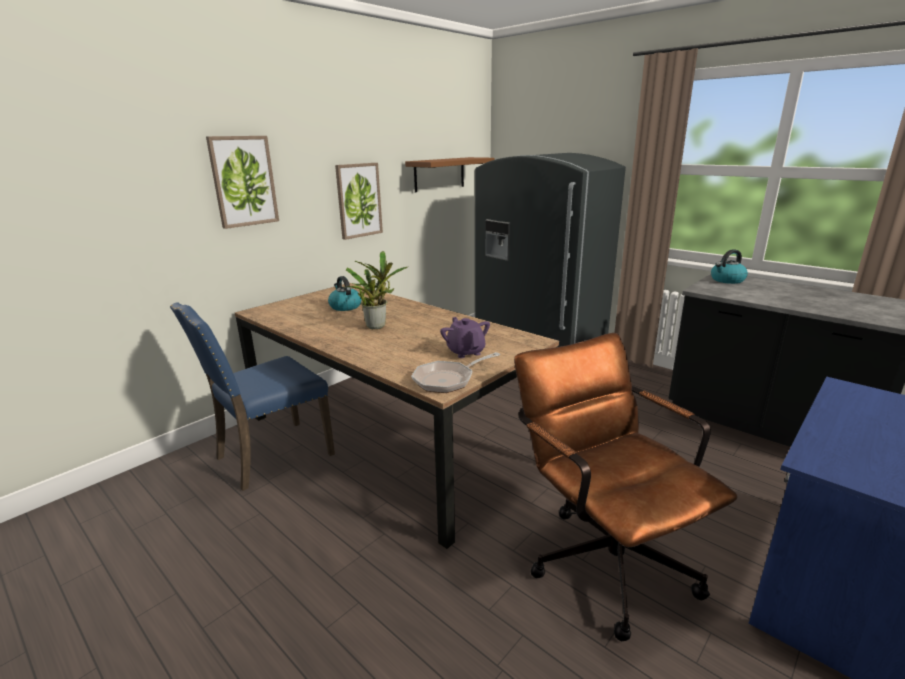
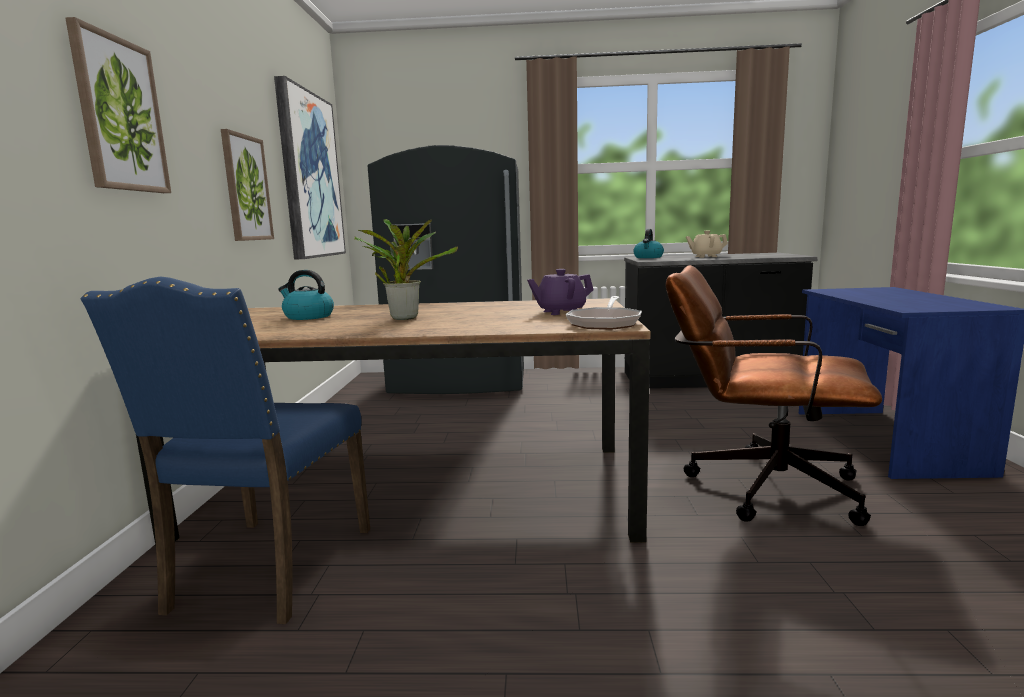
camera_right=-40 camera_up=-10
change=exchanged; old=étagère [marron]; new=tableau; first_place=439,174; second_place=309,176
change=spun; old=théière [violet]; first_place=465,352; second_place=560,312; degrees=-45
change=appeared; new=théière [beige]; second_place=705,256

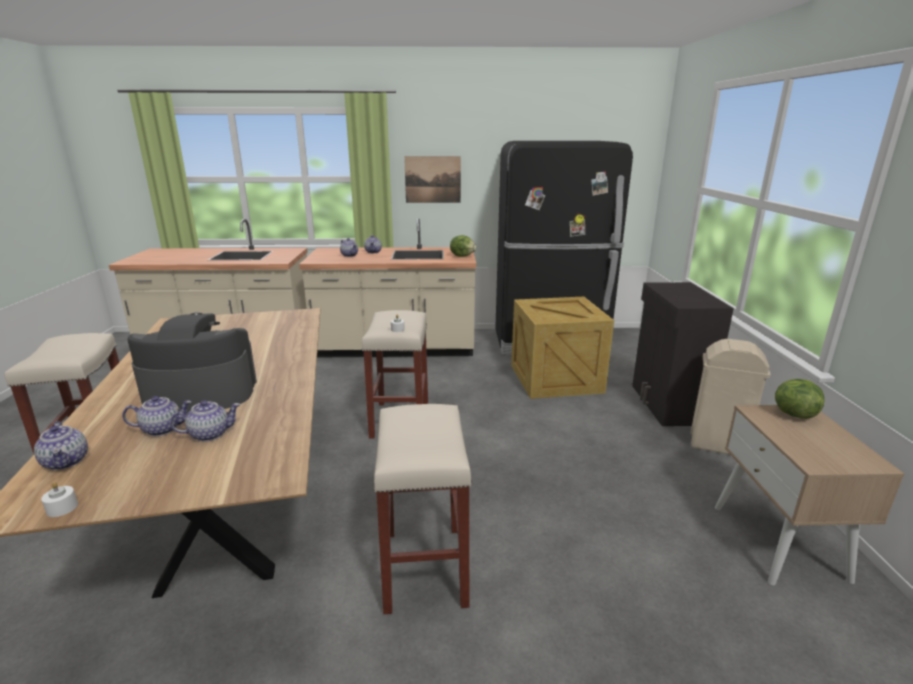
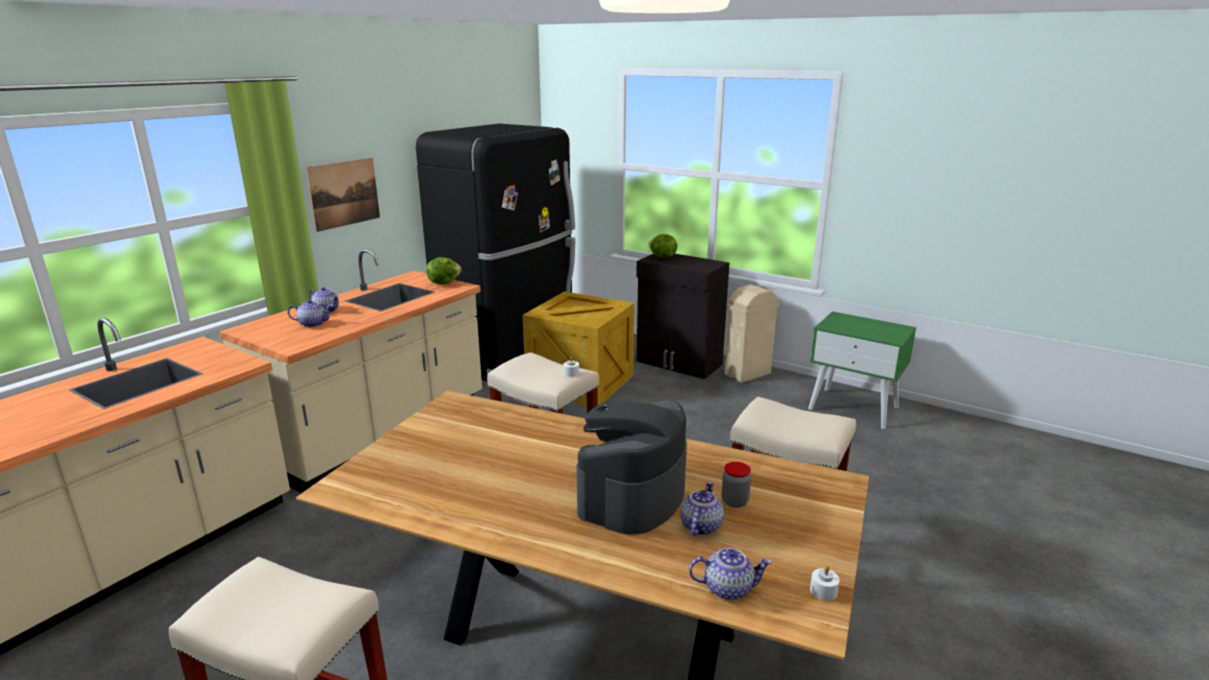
camera_right=-55 camera_up=0
change=relocated; old=laitue; first_place=792,414; second_place=662,257
change=exchanged; old=théière; new=bocal; first_place=210,434; second_place=734,501
change=colour; old=table de chevet [beige]; new=table de chevet [vert]; first_place=779,542; second_place=854,408

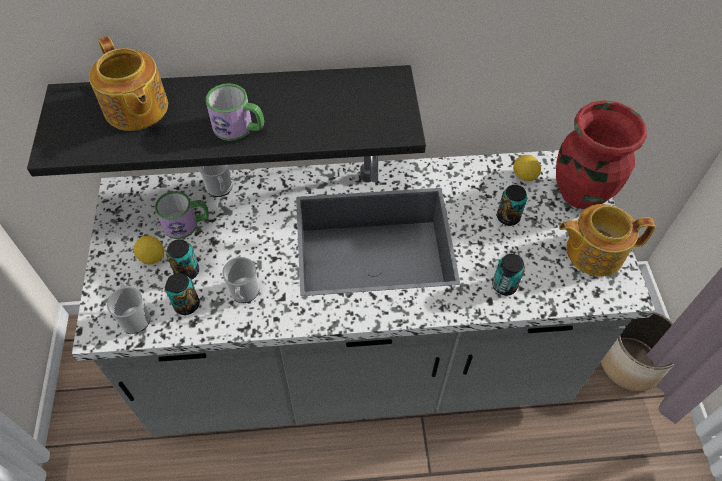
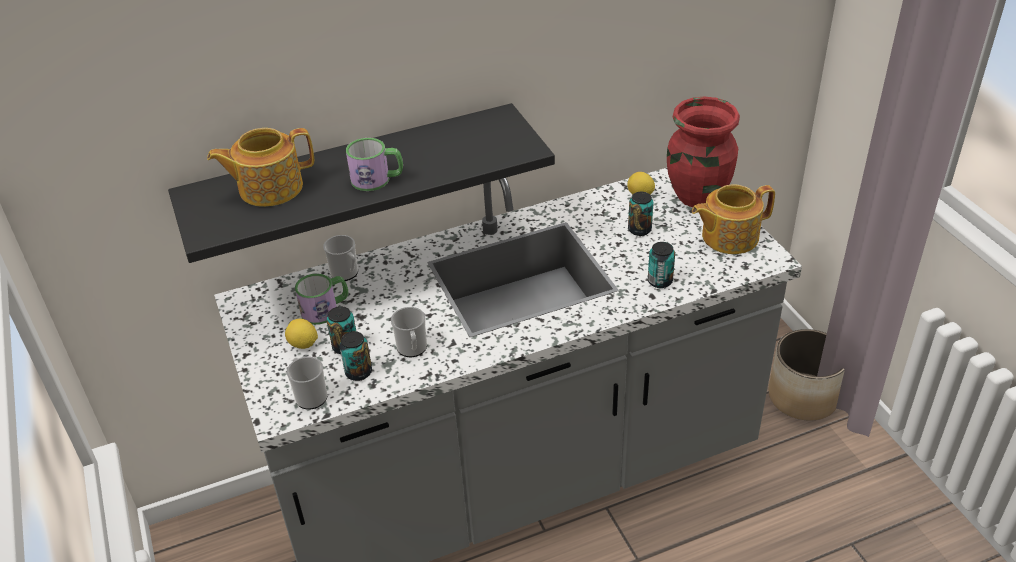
camera_right=-15 camera_up=-15
change=spun; old=théière; first_place=136,109; second_place=269,188; degrees=120

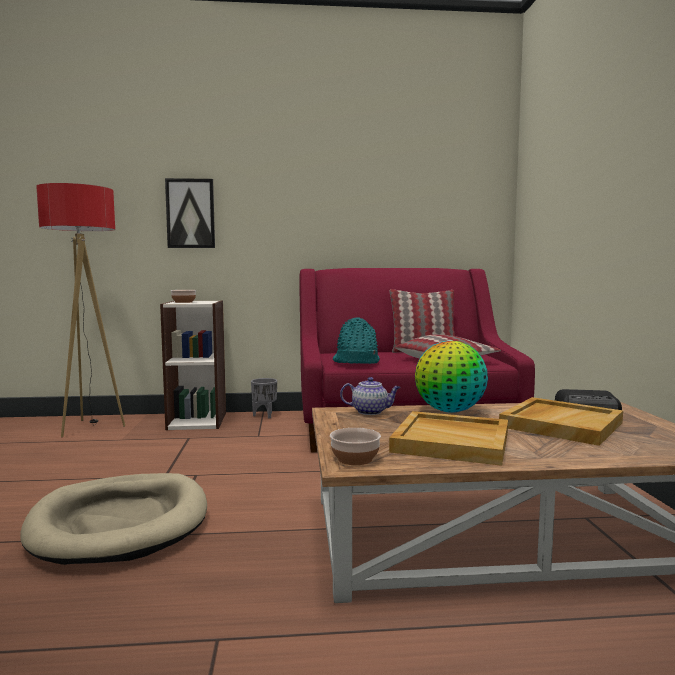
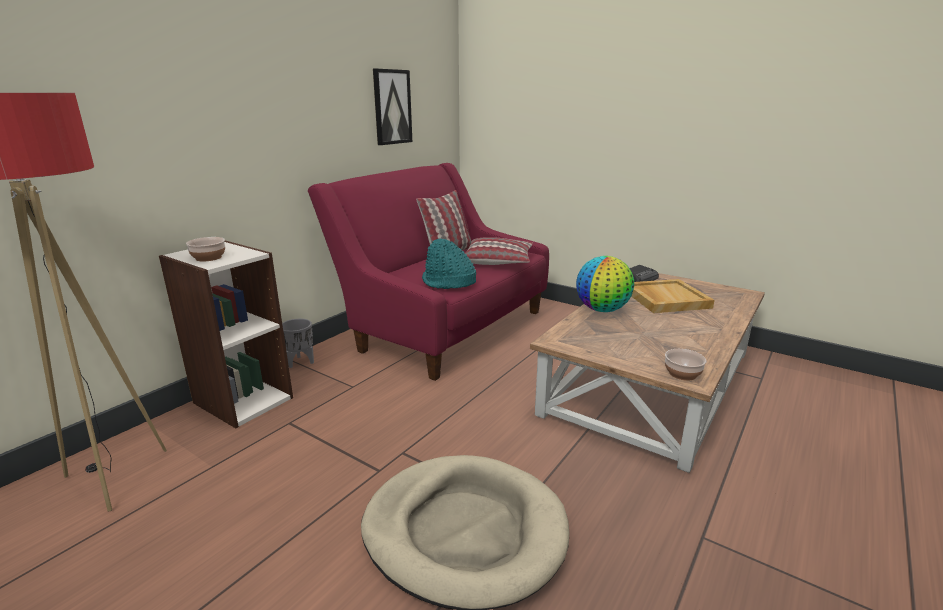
camera_right=-50 camera_up=15
change=relocated; old=tableau; first_place=190,213; second_place=392,107
change=missing; old=théière; first_place=370,412
change=missing; old=plateau [beige]; first_place=452,442

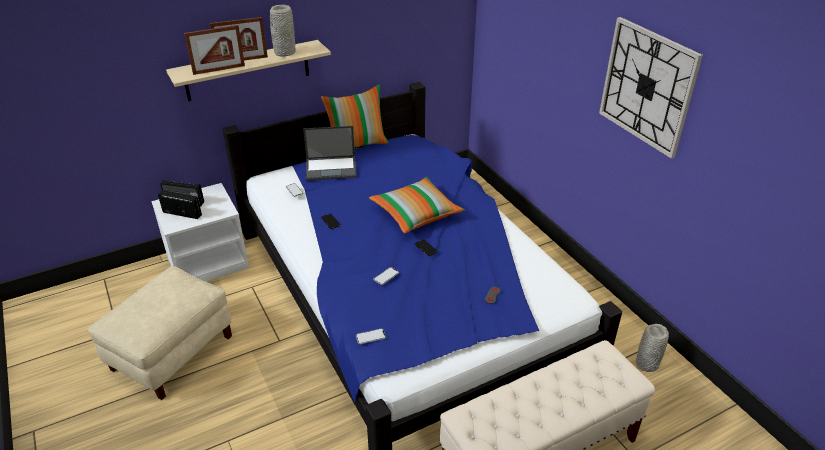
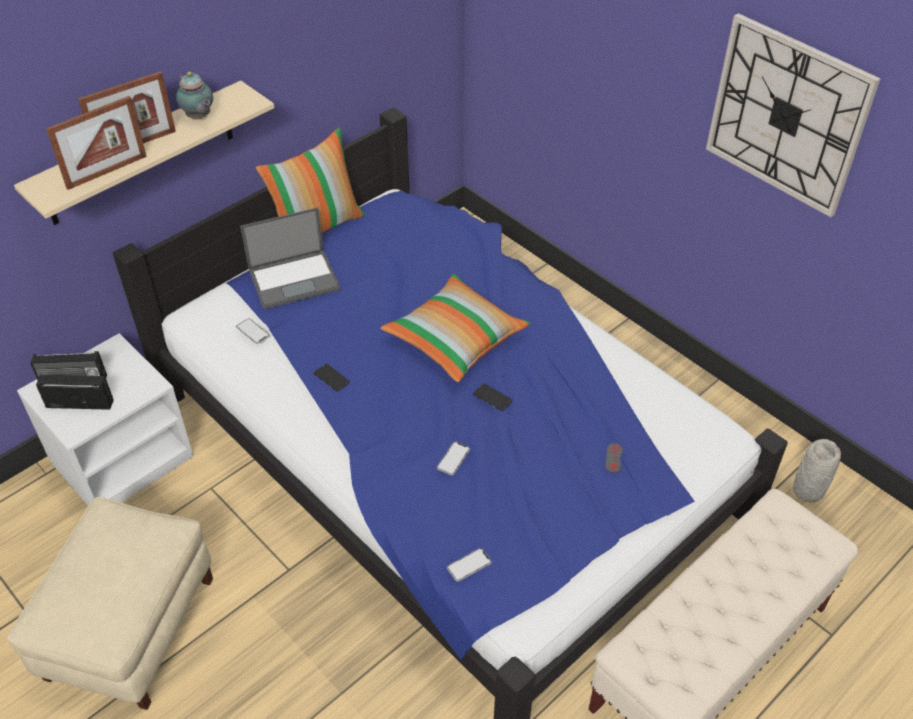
camera_right=-15 camera_up=10
change=exchanged; old=vase [gris]; new=théière; first_place=284,52; second_place=199,117

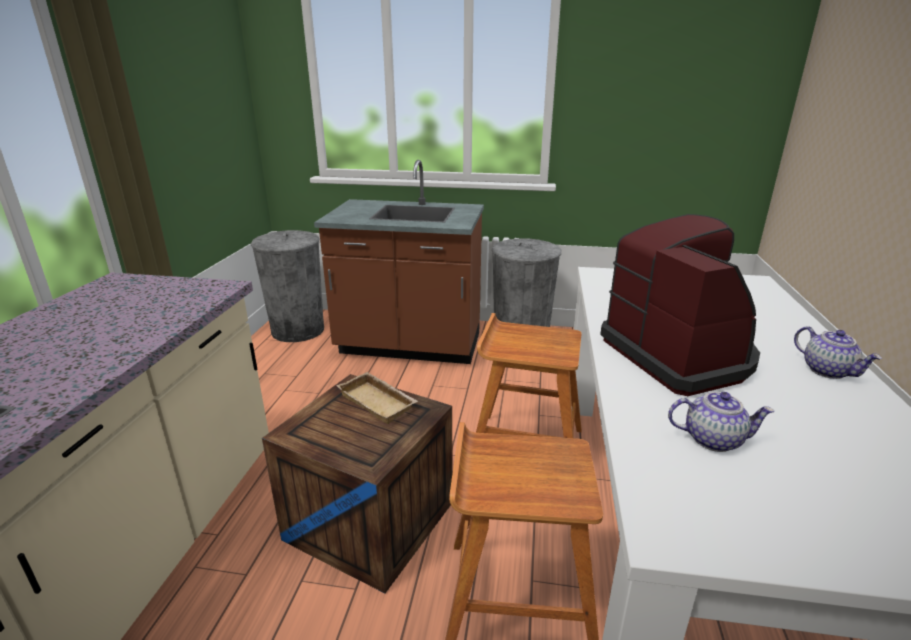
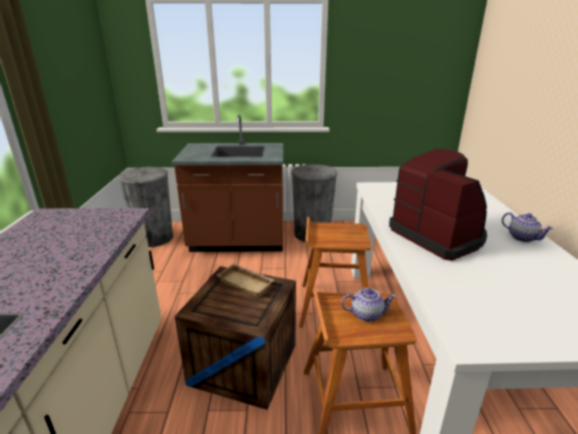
camera_right=-10 camera_up=0
change=relocated; old=théière; first_place=713,439; second_place=366,314

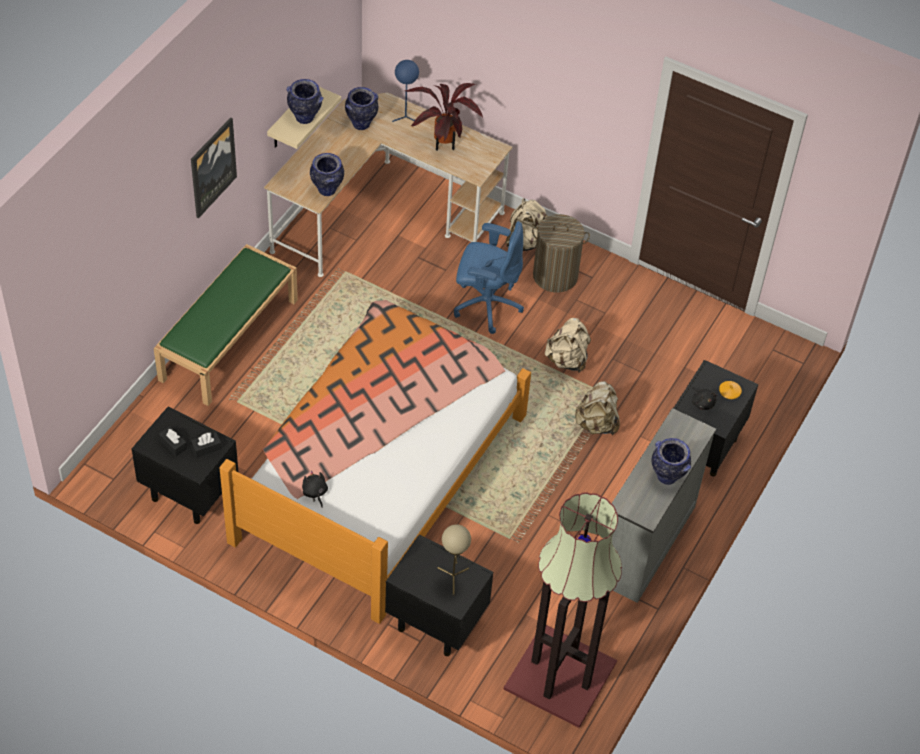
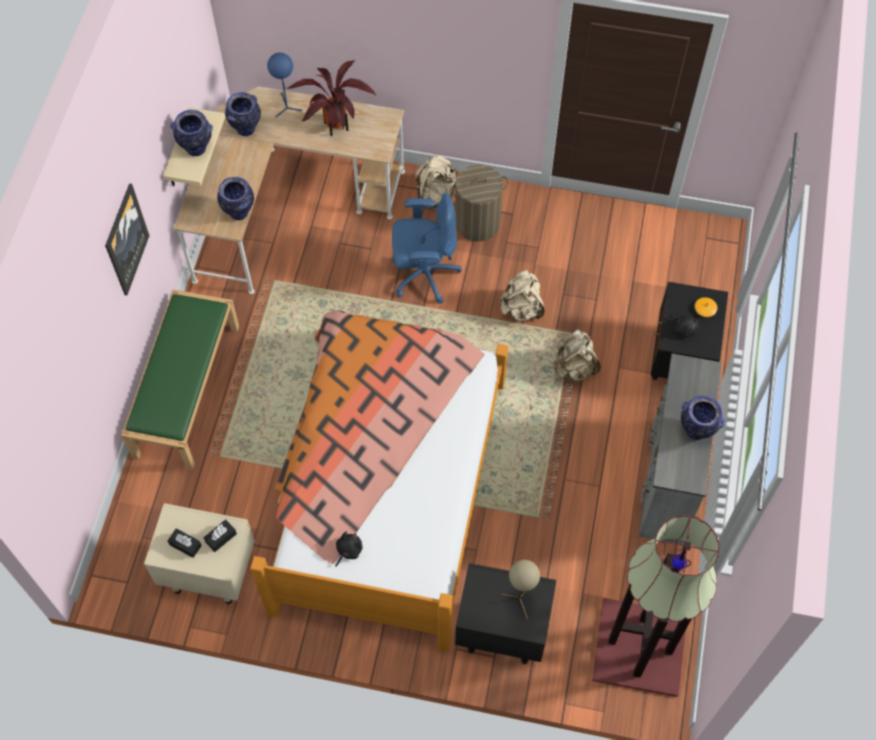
camera_right=-15 camera_up=10
change=colour; old=table de chevet [noir]; new=table de chevet [beige]; first_place=188,493; second_place=208,572
change=spun; old=peluche [noir]; first_place=315,493; second_place=348,550; degrees=75

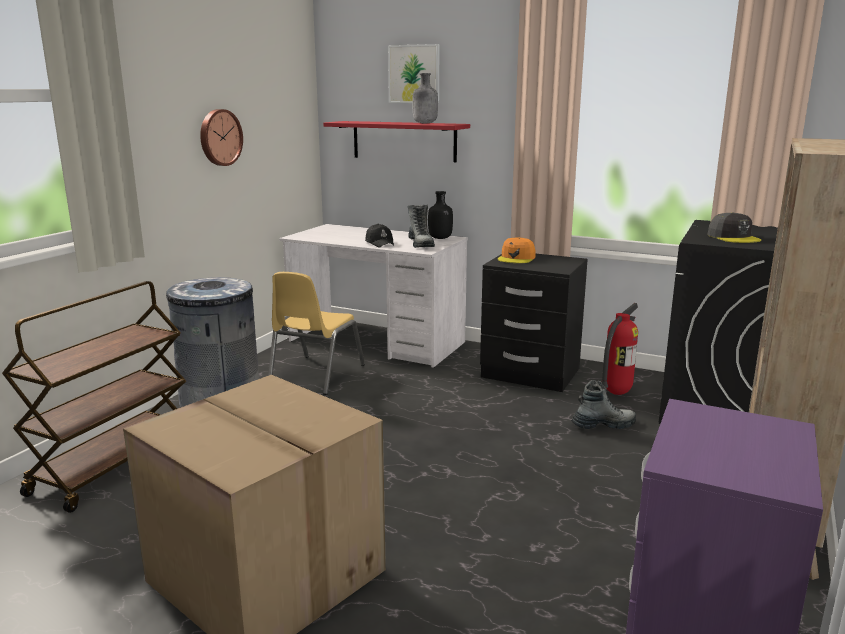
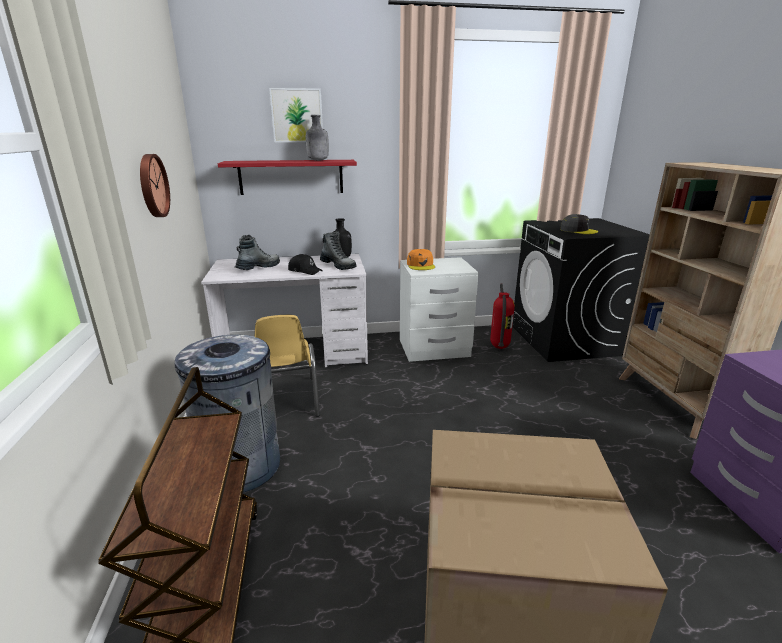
camera_right=-35 camera_up=5
change=colour; old=table de chevet [noir]; new=table de chevet [blanc]; first_place=530,374; second_place=434,349
change=relocated; old=botte; first_place=603,425; second_place=258,267

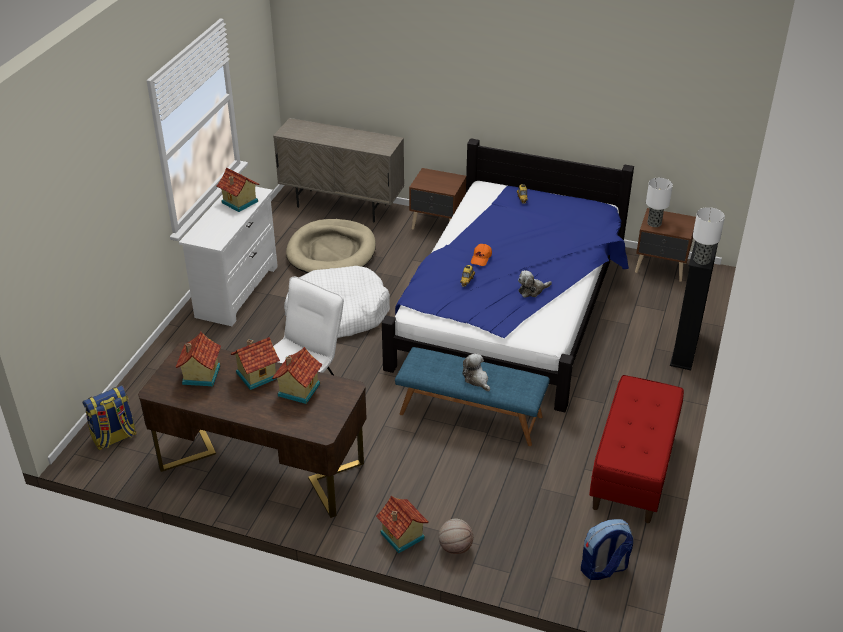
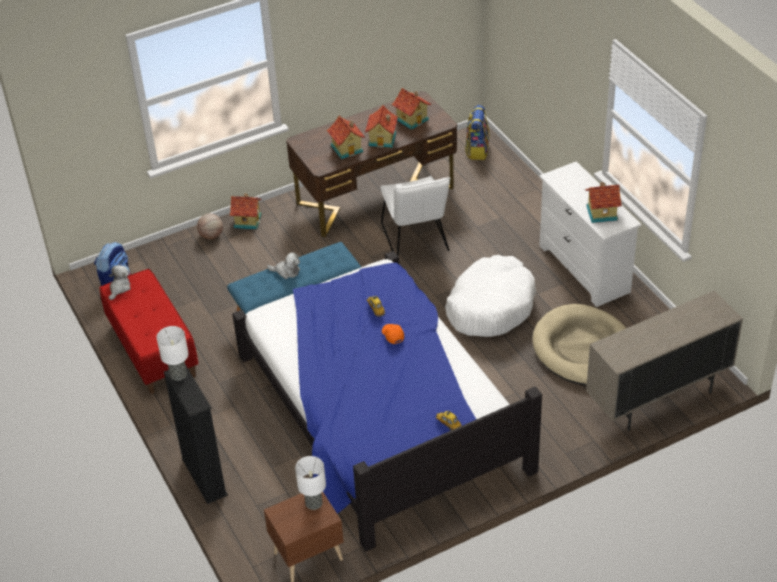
camera_right=135 camera_up=5
change=missing; old=table de chevet [marron]; first_place=437,225
change=relocated; old=peluche; first_place=532,290; second_place=119,288

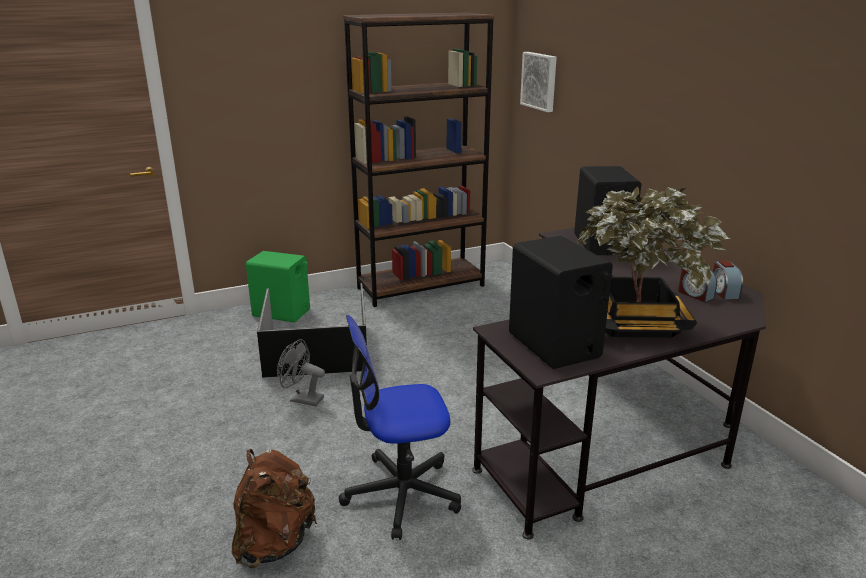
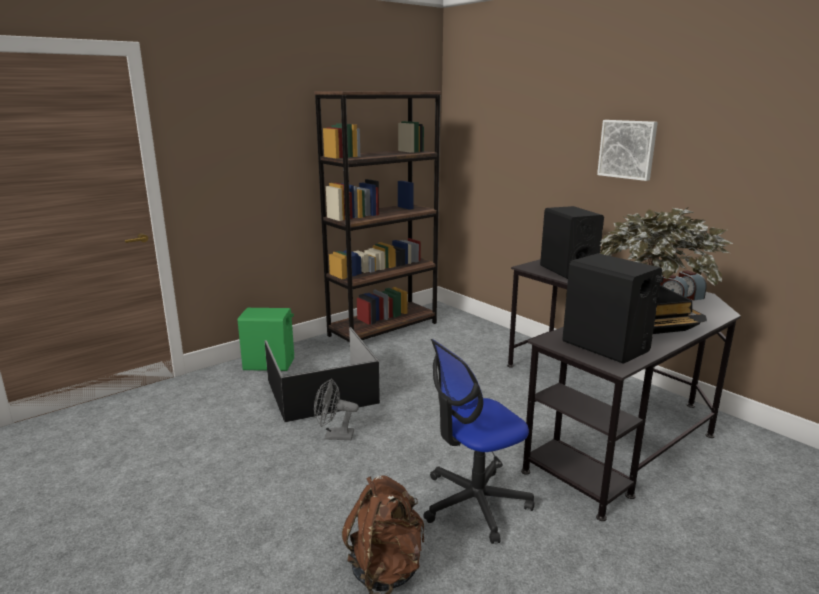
camera_right=-15 camera_up=-5
change=relocated; old=tableau; first_place=540,81; second_place=627,149

